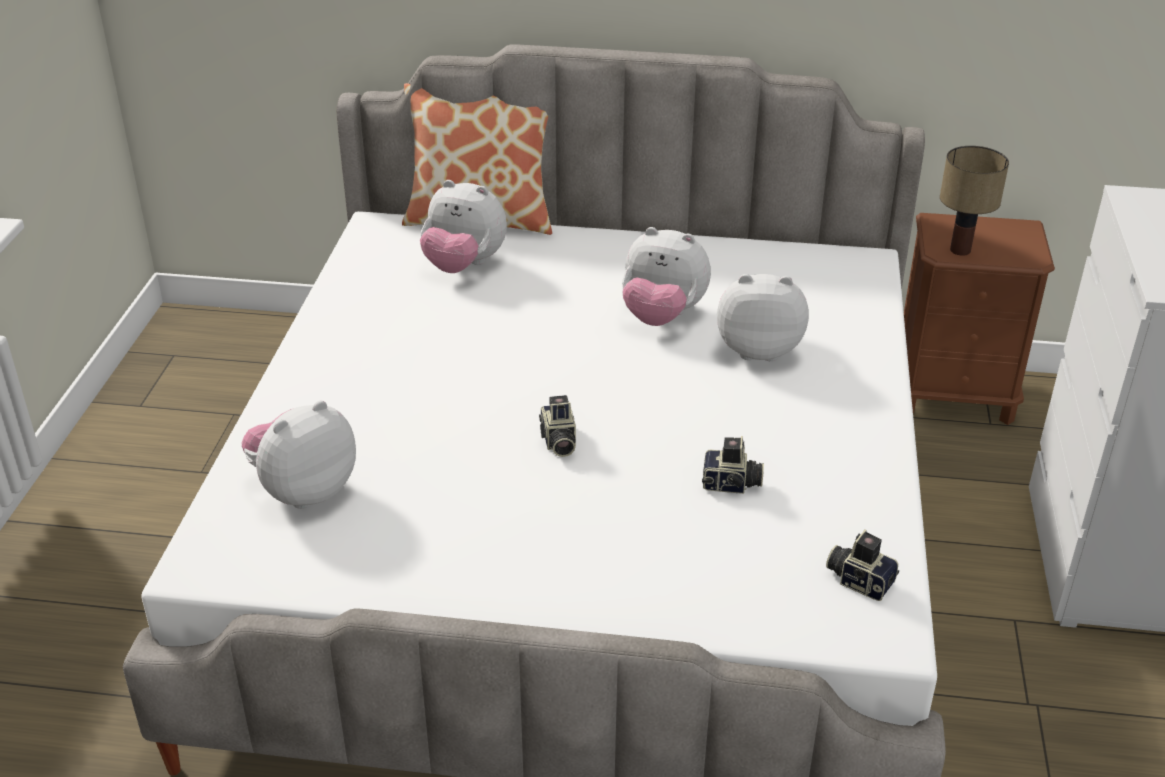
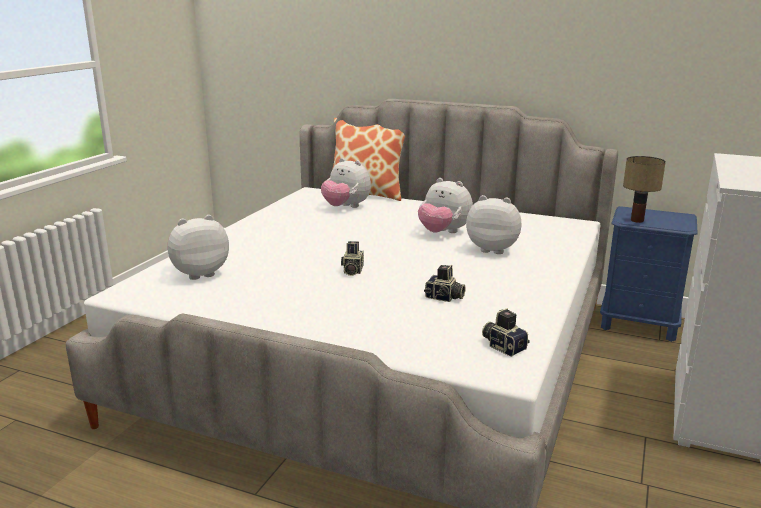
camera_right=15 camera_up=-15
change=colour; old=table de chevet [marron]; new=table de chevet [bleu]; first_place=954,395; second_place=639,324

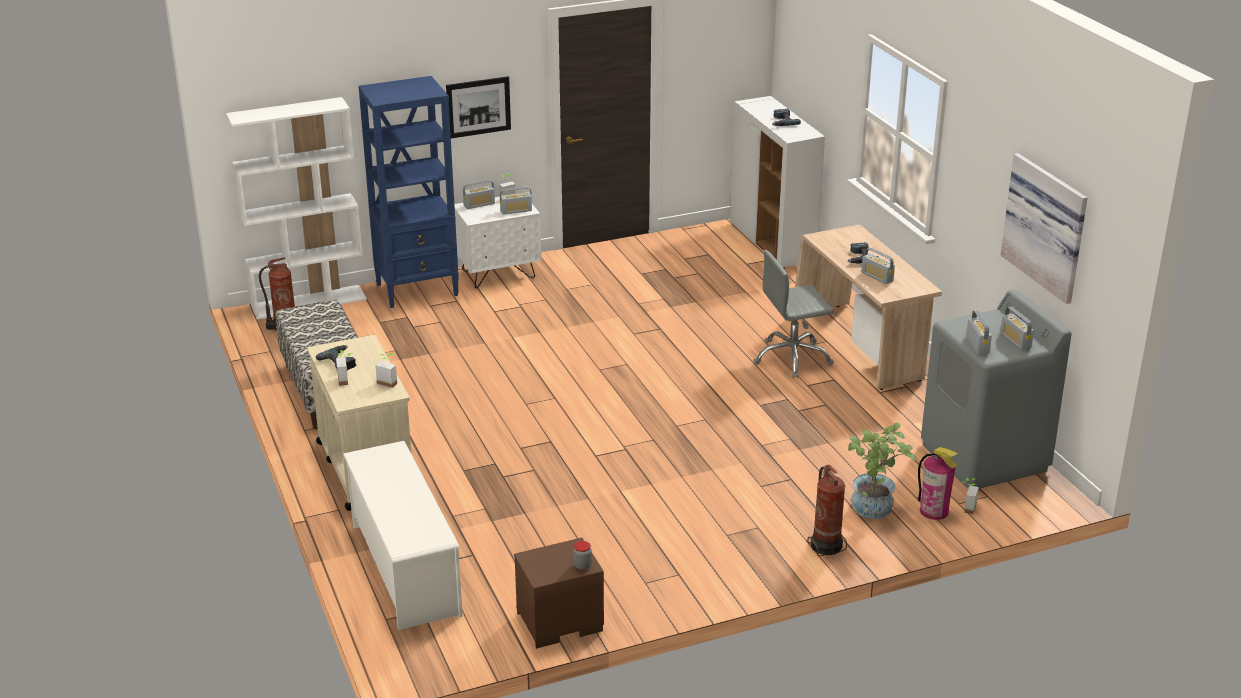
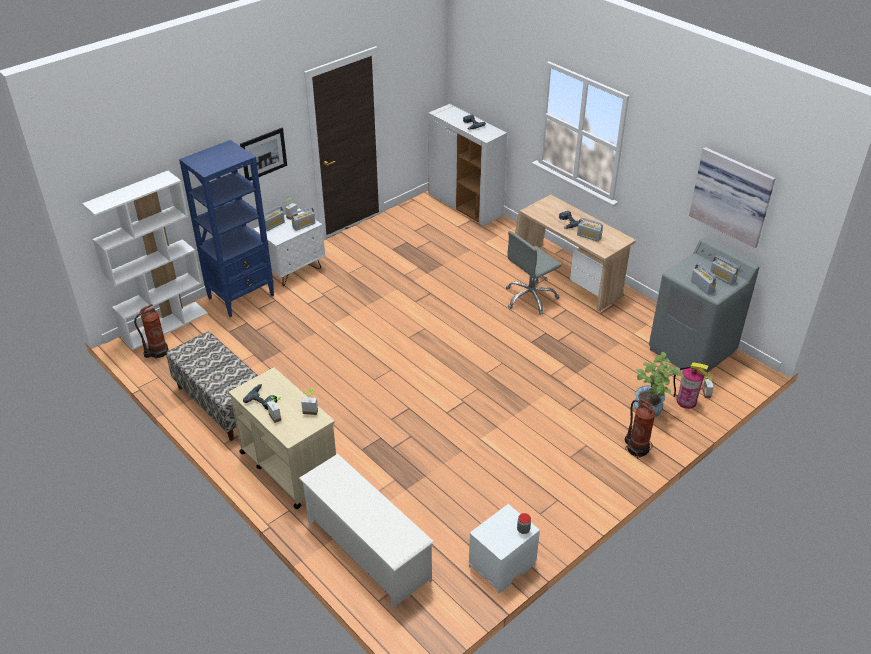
camera_right=-20 camera_up=10
change=colour; old=table de chevet [marron]; new=table de chevet [blanc]; first_place=559,623; second_place=502,566

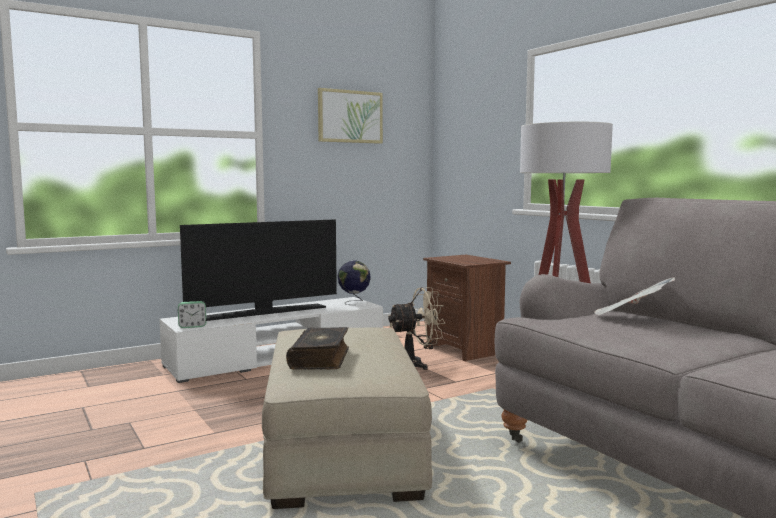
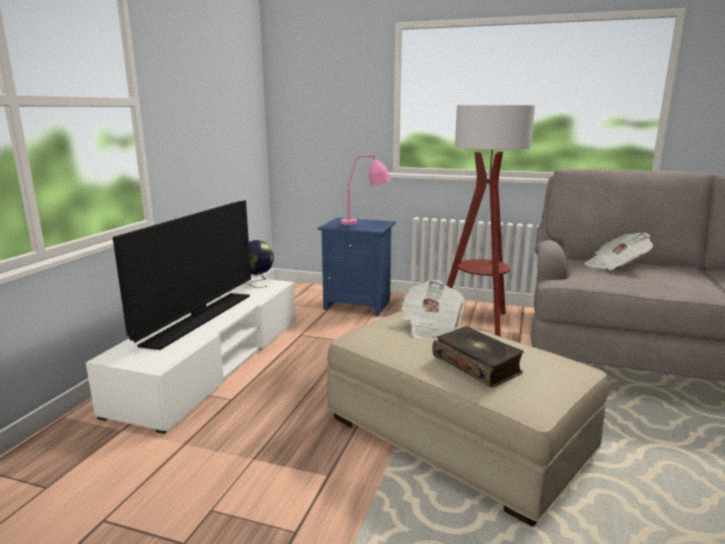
camera_right=-40 camera_up=10
change=missing; old=tableau; first_place=350,116
change=colour; old=table de chevet [marron]; new=table de chevet [bleu]; first_place=465,350; second_place=358,304
change=missing; old=ventilateur [beige]; first_place=416,364
change=missing; old=réveil; first_place=192,326
change=appeared; new=lampe de table [rose]; second_place=367,223
change=appeared; new=journal; second_place=431,326

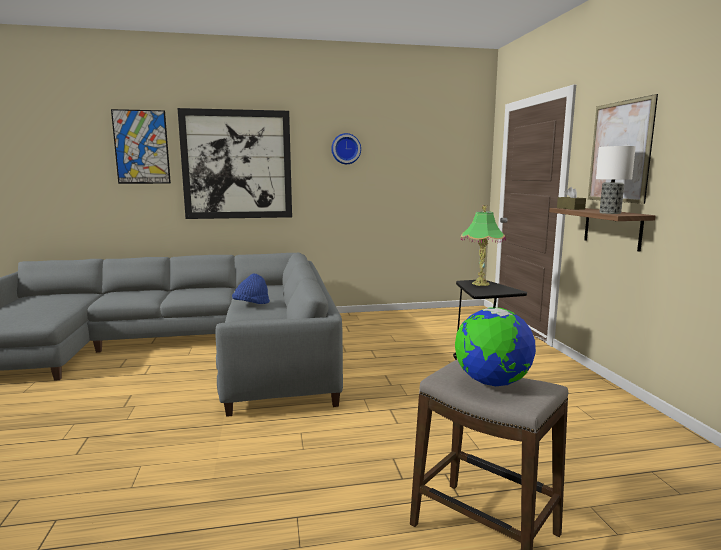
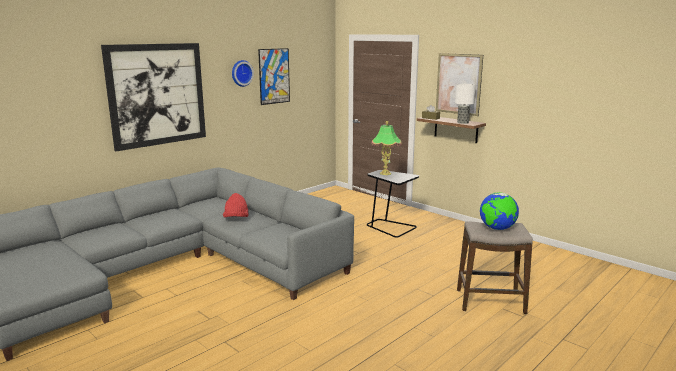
camera_right=-35 camera_up=5
change=relocated; old=tableau; first_place=141,147; second_place=274,76
change=colour; old=chapeau [bleu]; new=chapeau [rouge]; first_place=251,305; second_place=236,219

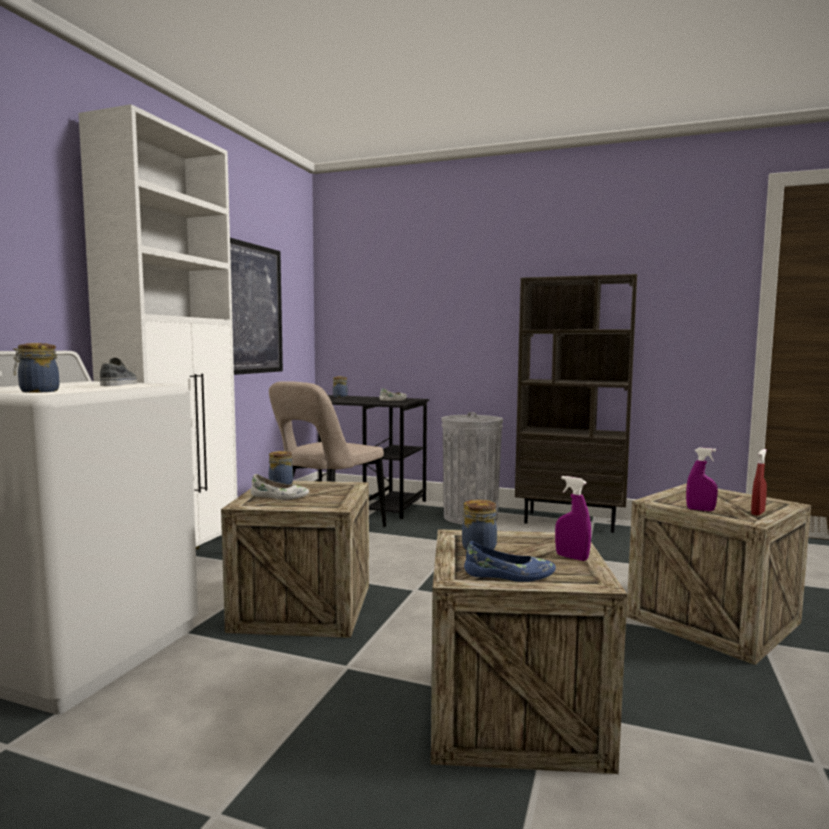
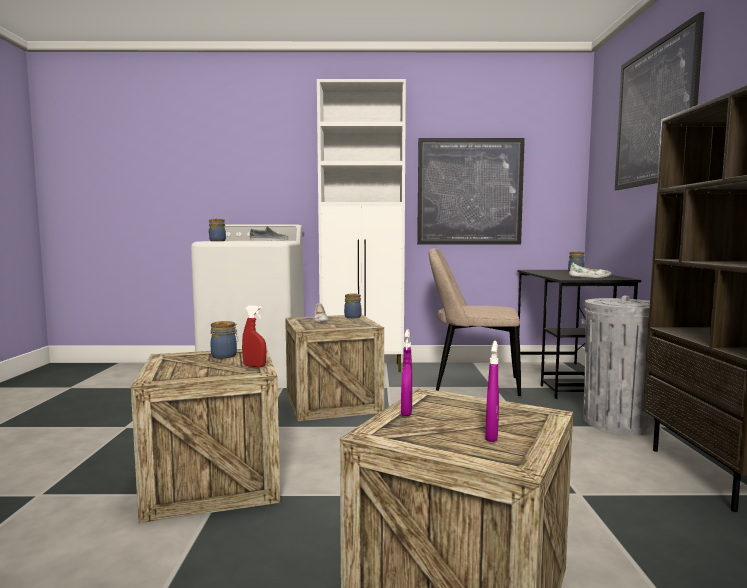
camera_right=70 camera_up=0
change=relocated; old=vaporisateur [rouge]; first_place=757,513; second_place=254,366
change=relocated; old=vaporisateur [violet]; first_place=571,557; second_place=491,436
change=missing; old=chaussure [bleu]; first_place=509,575
change=appeared; new=tableau; second_place=654,114

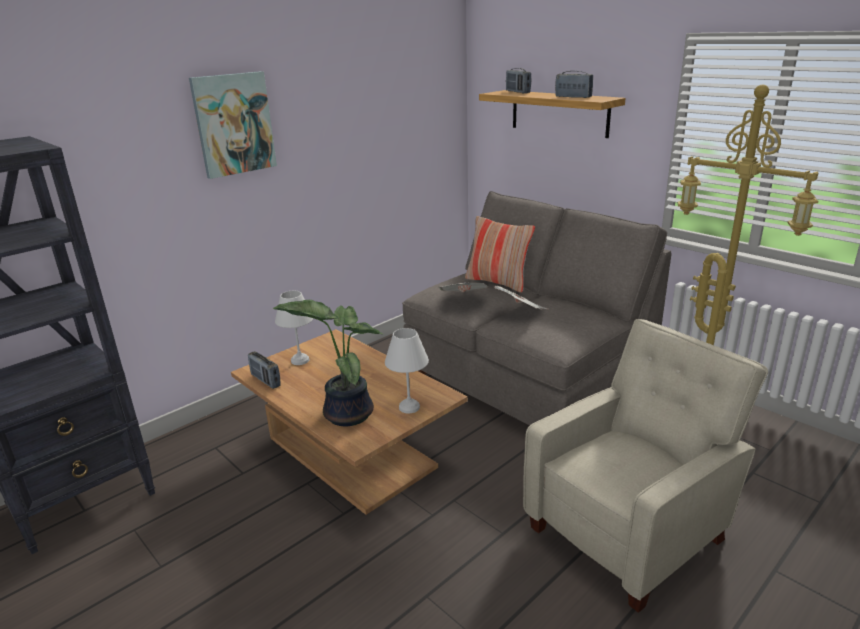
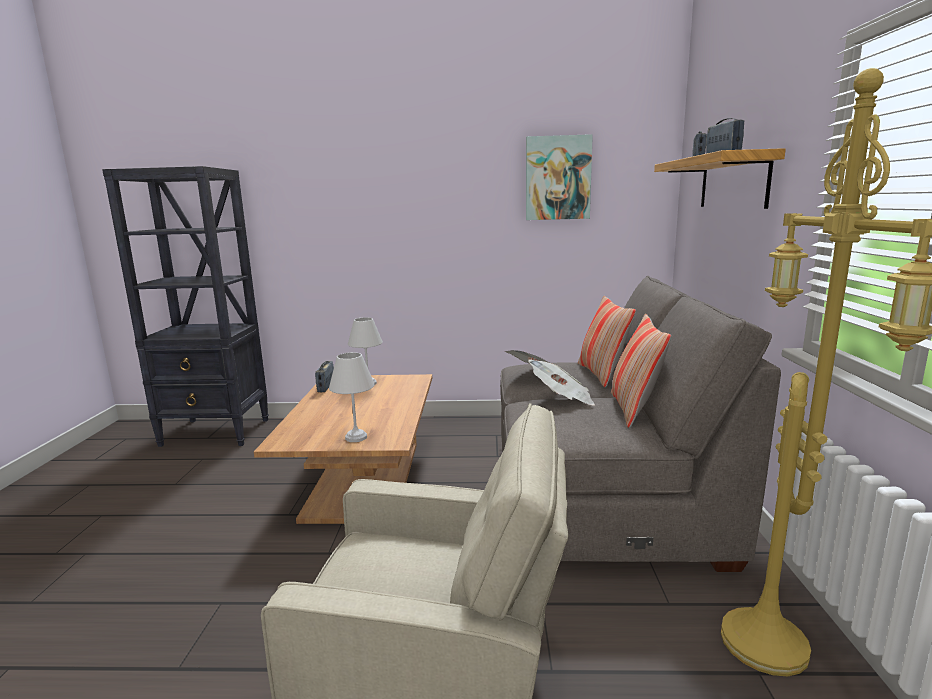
camera_right=45 camera_up=-10
change=relocated; old=tableau; first_place=234,124; second_place=557,178
change=missing; old=plante en pot; first_place=346,413
change=appeared; new=coussin; second_place=634,409

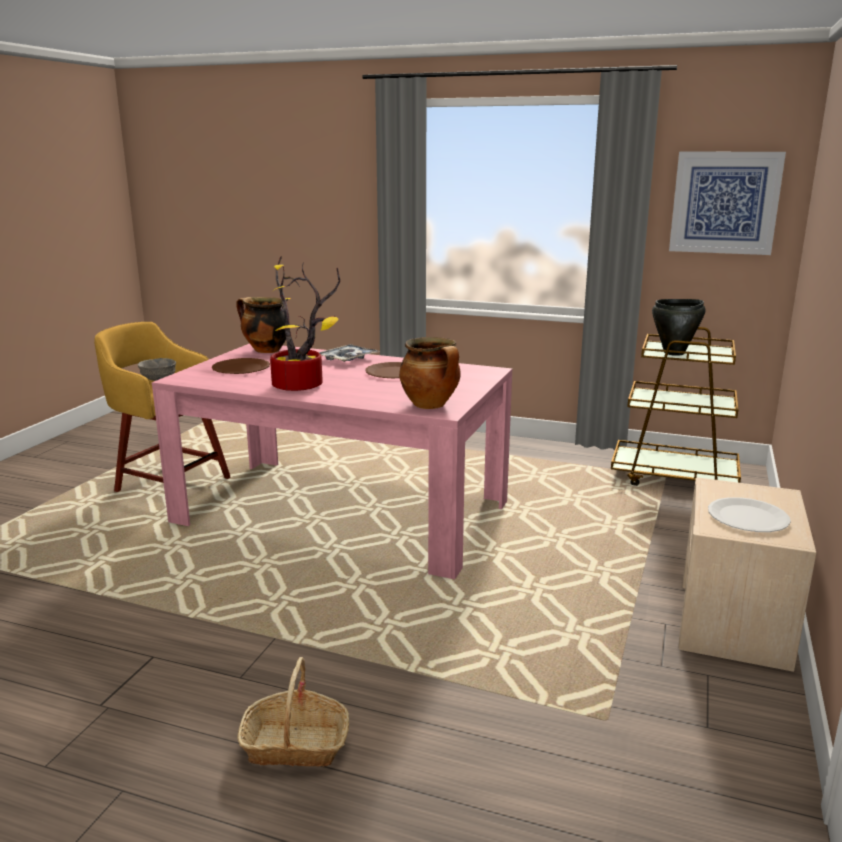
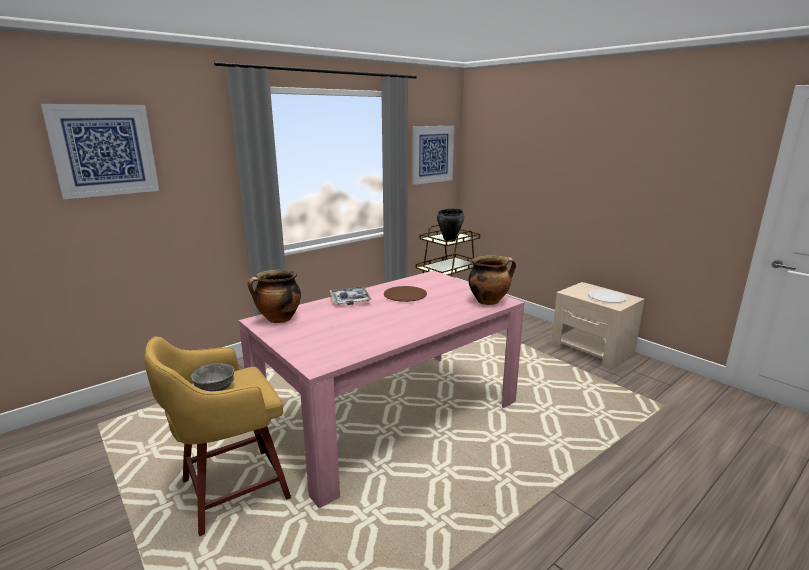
camera_right=-60 camera_up=0
change=missing; old=plante en pot; first_place=302,386
change=missing; old=assiette [marron]; first_place=241,368
change=missing; old=panier; first_place=295,744
change=appeared; new=tableau; second_place=104,150

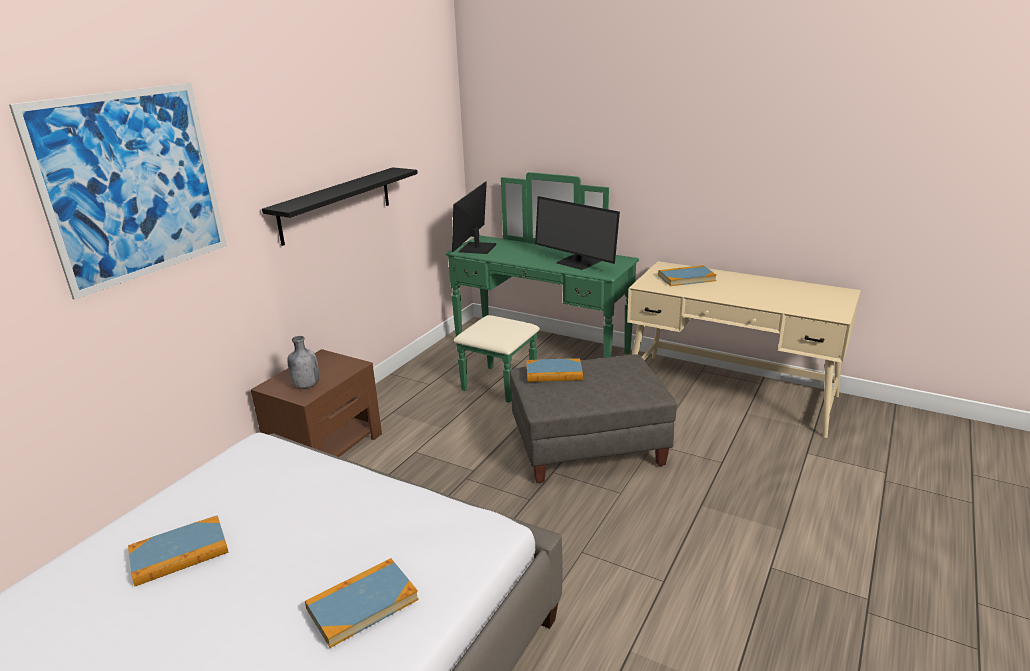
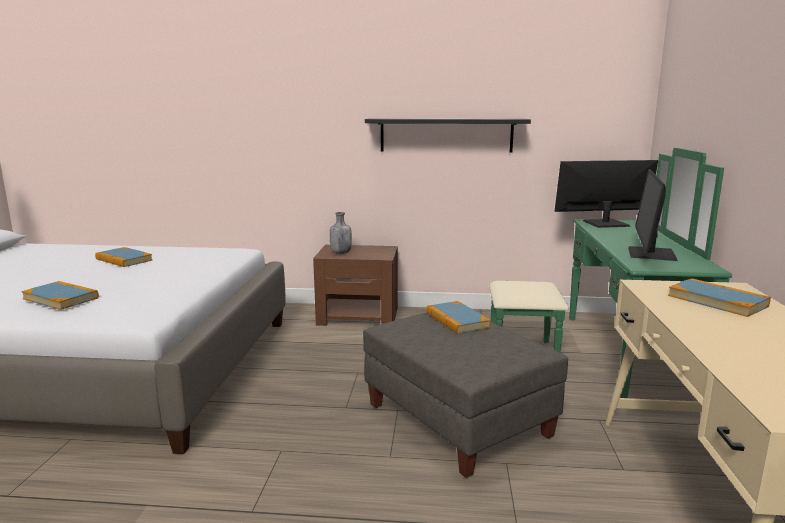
camera_right=65 camera_up=-10
change=missing; old=tableau; first_place=133,186

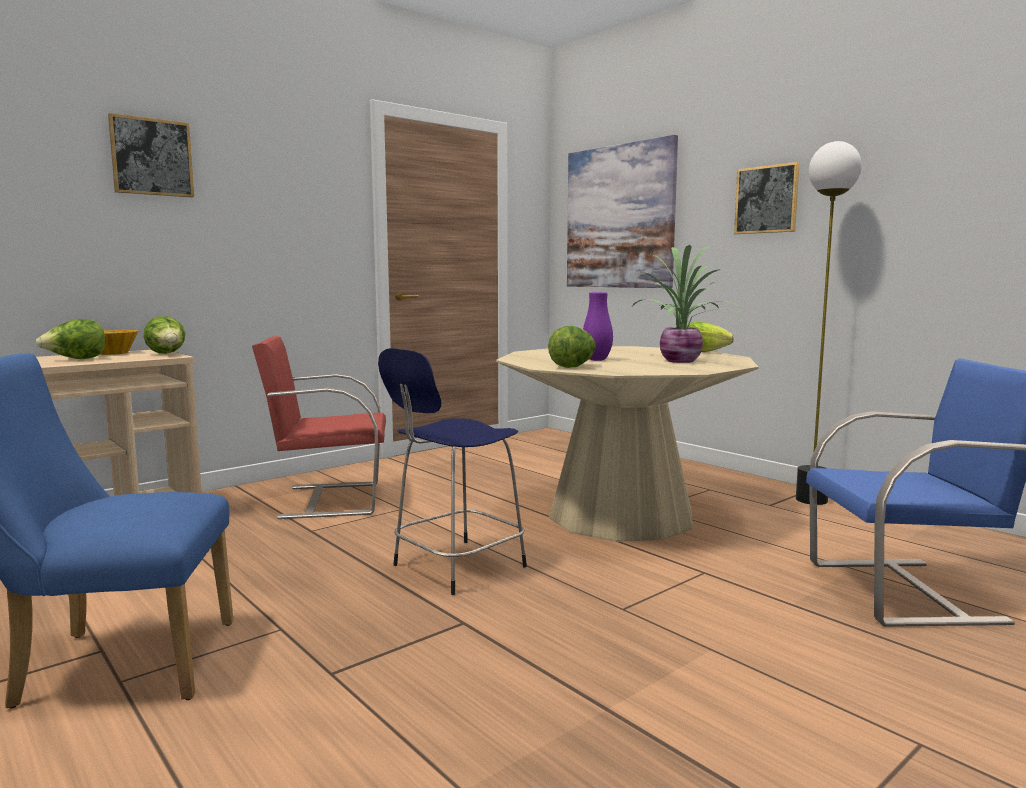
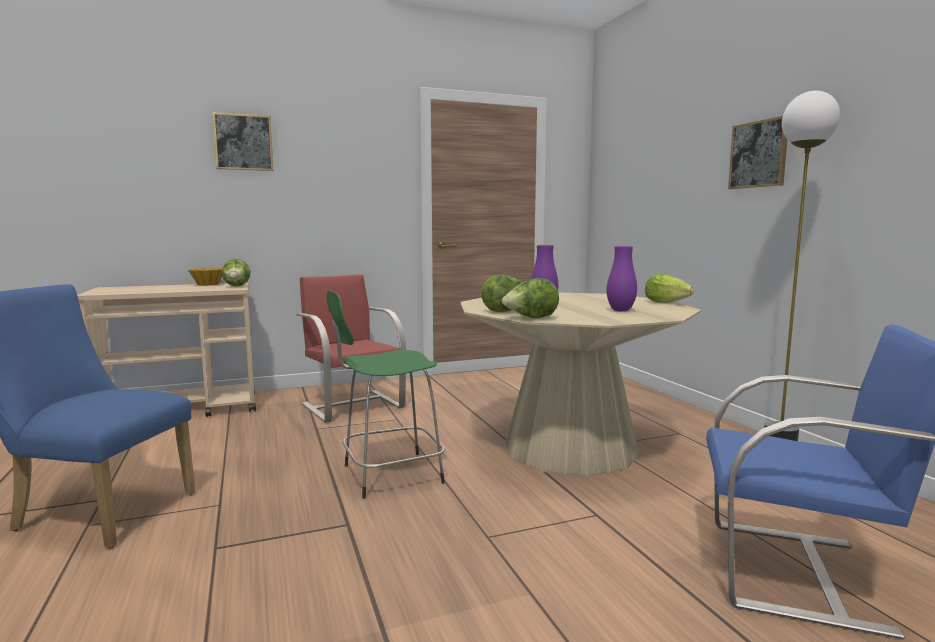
camera_right=20 camera_up=0
change=missing; old=tableau; first_place=619,217
change=exchanged; old=plante en pot; new=vase [violet]; first_place=682,361; second_place=620,310
change=relocated; old=laitue; first_place=75,359; second_place=531,318
change=spun; old=chaise [rouge]; first_place=328,500; second_place=352,405; degrees=45
change=colour; old=tabouret [bleu]; new=tabouret [vert]; first_place=455,567; second_place=388,475

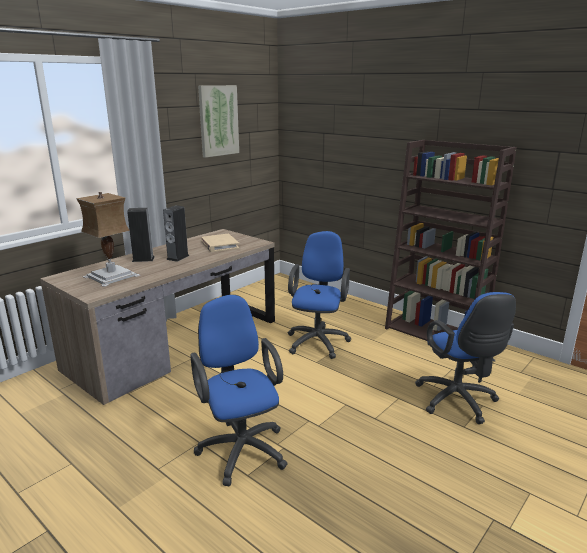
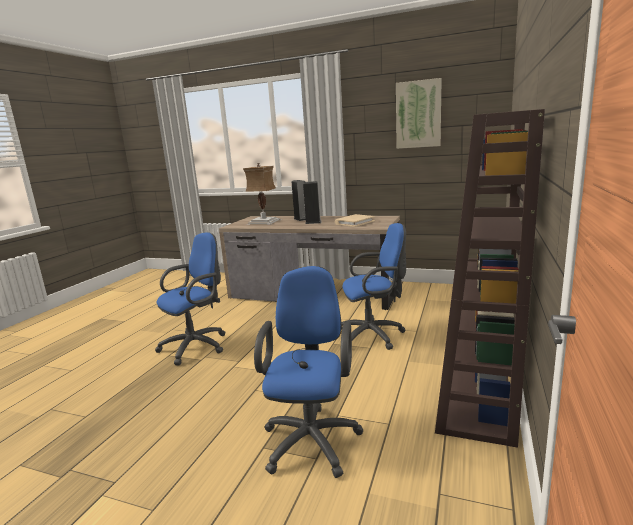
camera_right=70 camera_up=-5
change=spun; old=chaise de bureau [bleu]; first_place=458,402; second_place=312,437; degrees=135

